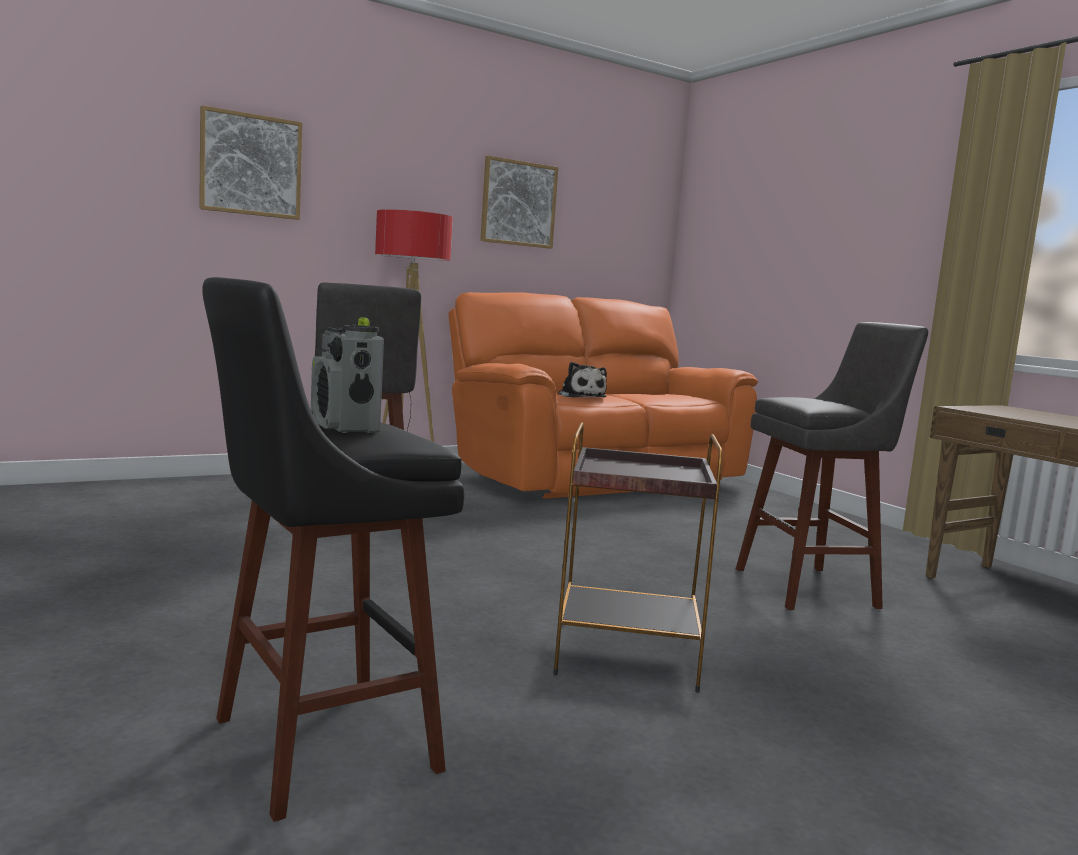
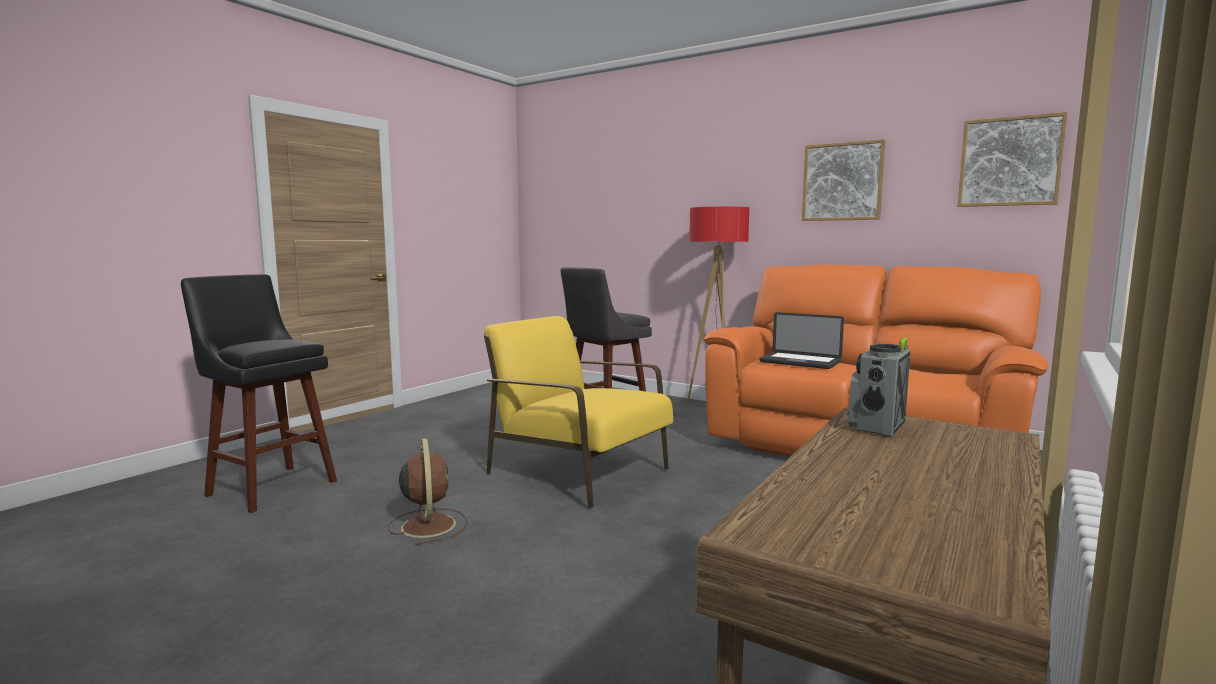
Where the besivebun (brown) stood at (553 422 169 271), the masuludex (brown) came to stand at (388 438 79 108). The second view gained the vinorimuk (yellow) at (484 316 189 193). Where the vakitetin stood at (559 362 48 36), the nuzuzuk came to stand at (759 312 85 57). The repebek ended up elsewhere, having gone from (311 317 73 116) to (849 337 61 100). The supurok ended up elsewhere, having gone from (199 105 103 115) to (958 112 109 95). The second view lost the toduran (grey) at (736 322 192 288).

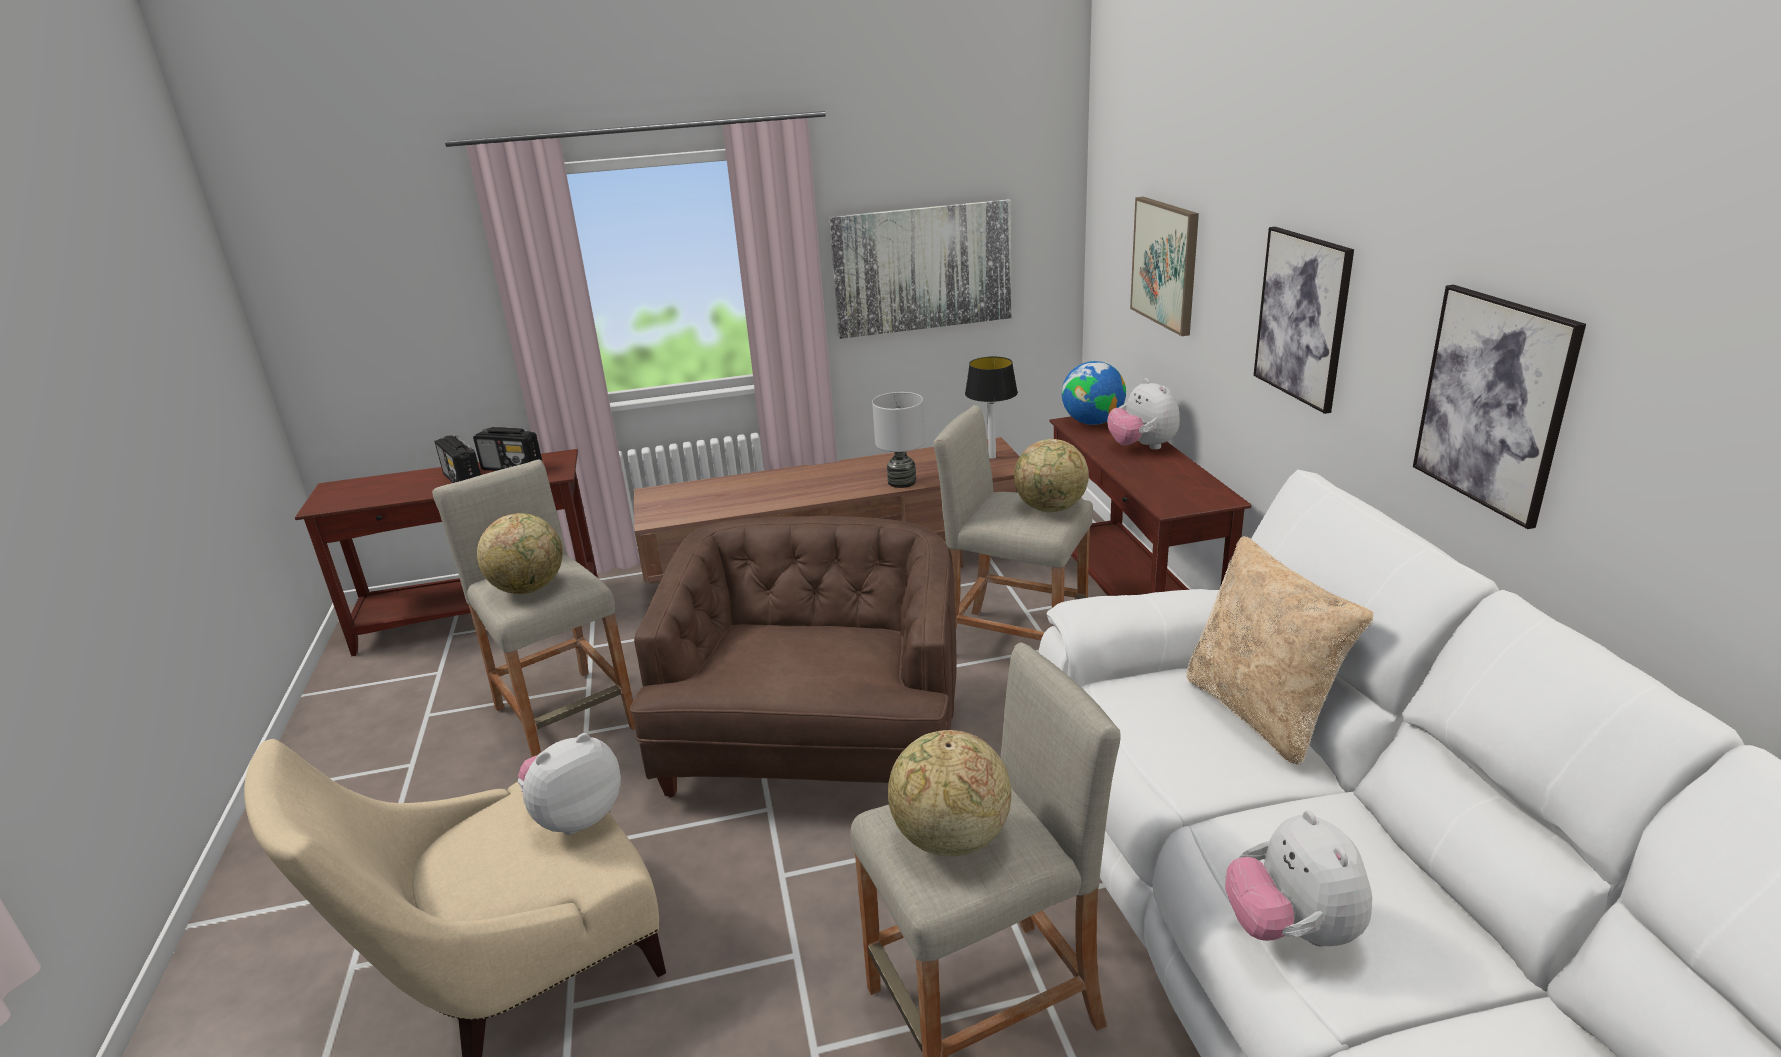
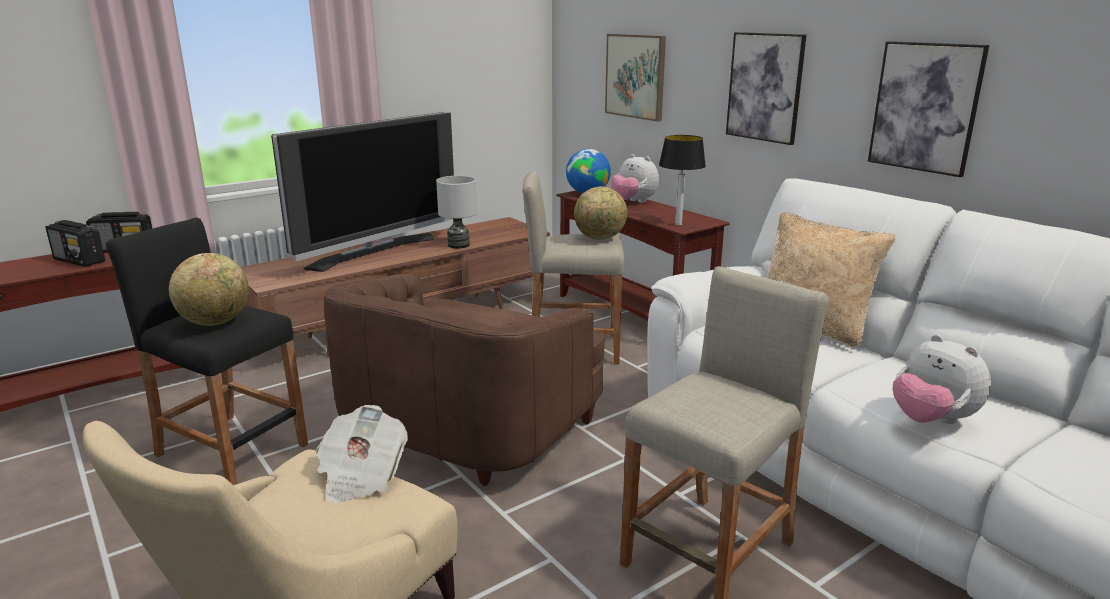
What was the toduran (beige) at (432 459 203 298) turned into the toduran (black) at (106 217 202 268). The second view gained the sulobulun at (271 112 183 160). Where the vakitetin stood at (518 733 103 102), the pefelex came to stand at (316 405 92 98). The vinorimuk (brown) at (630 516 327 281) ended up facing another way, 135 degrees counterclockwise from before. The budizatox ended up elsewhere, having gone from (965 357 53 102) to (659 135 47 91). The second view lost the supurok at (829 199 182 140). The second view lost the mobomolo at (888 730 123 126).

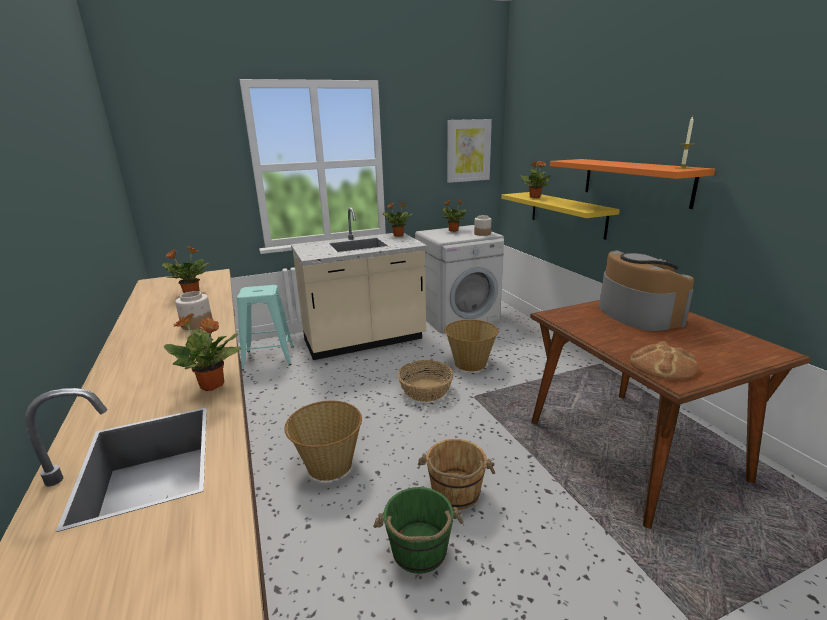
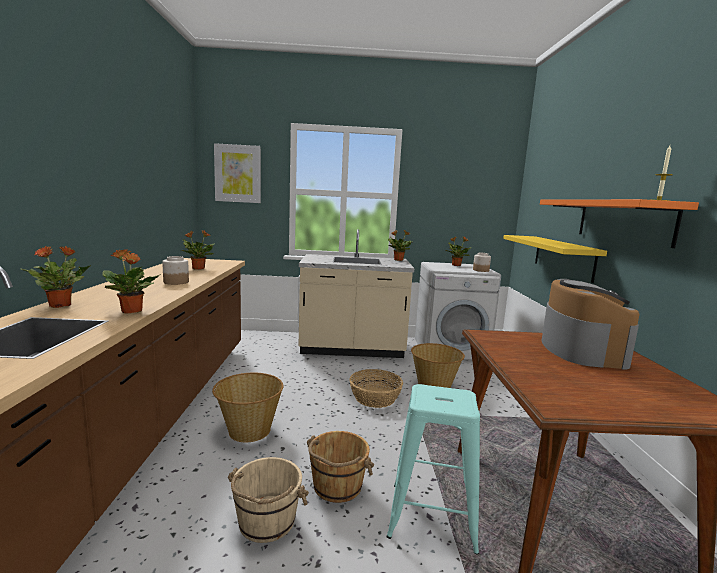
The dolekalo ended up elsewhere, having gone from (520 161 31 37) to (20 246 71 62). The supurok ended up elsewhere, having gone from (447 119 45 64) to (214 143 47 60). What was the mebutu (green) at (373 487 90 87) turned into the mebutu (beige) at (228 457 81 86). The toduran (turquoise) ended up elsewhere, having gone from (237 285 57 86) to (386 384 94 171). The second view lost the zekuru at (630 341 68 39).

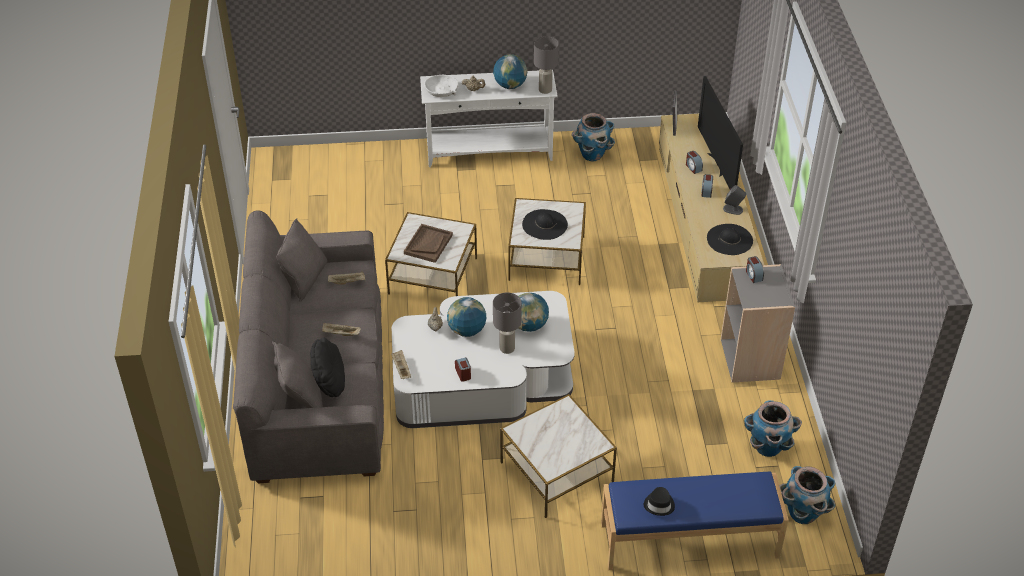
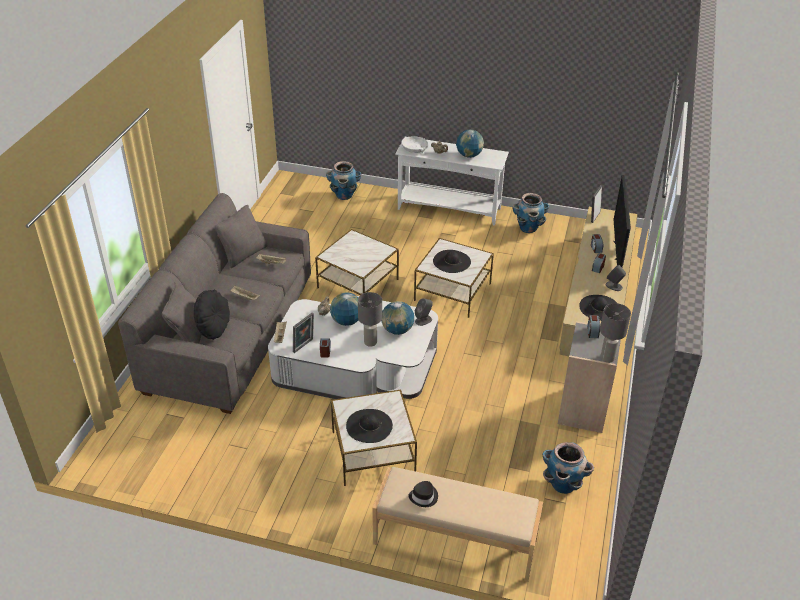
The second view gained the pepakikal at (293 313 21 40). The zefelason ended up elsewhere, having gone from (780 466 56 58) to (326 161 35 39). The second view gained the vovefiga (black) at (346 409 47 34). What was the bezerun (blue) at (601 472 188 98) turned into the bezerun (beige) at (372 467 171 115). The second view gained the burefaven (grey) at (415 298 18 28). The budizatox (grey) ended up elsewhere, having gone from (534 36 25 58) to (600 303 31 59). The second view lost the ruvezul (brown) at (404 224 49 39).

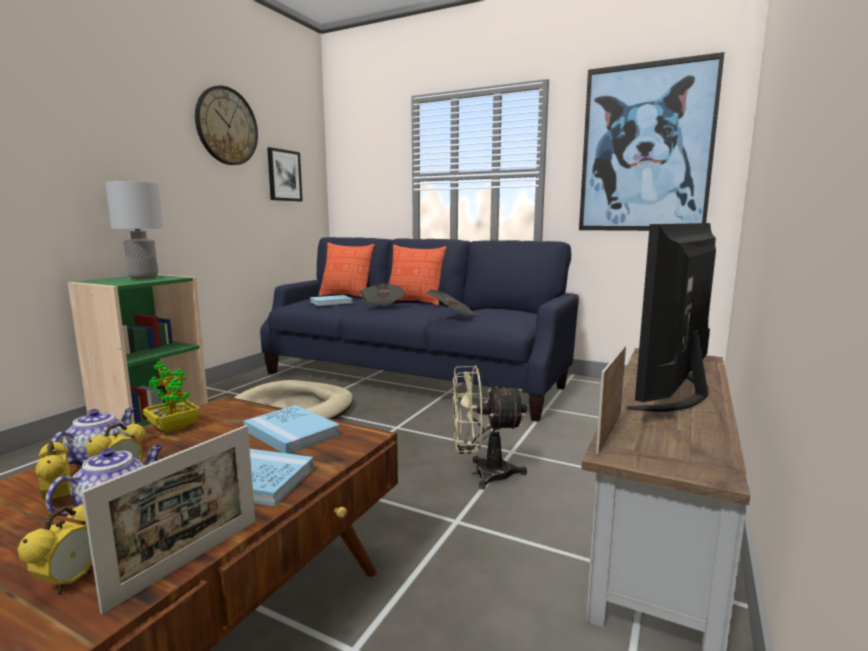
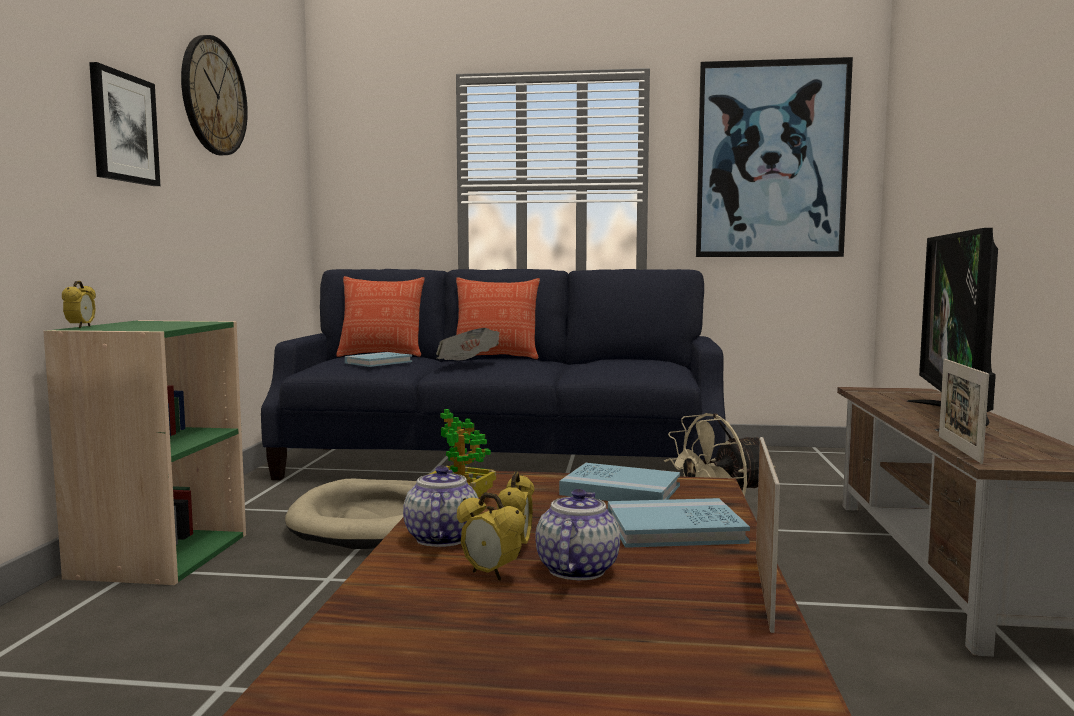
The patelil ended up elsewhere, having gone from (18 504 74 91) to (62 281 34 47). The supurok ended up elsewhere, having gone from (267 147 36 54) to (89 62 71 124). The second view lost the budizatox (grey) at (105 181 58 98). The second view lost the pefelex at (426 290 52 25).

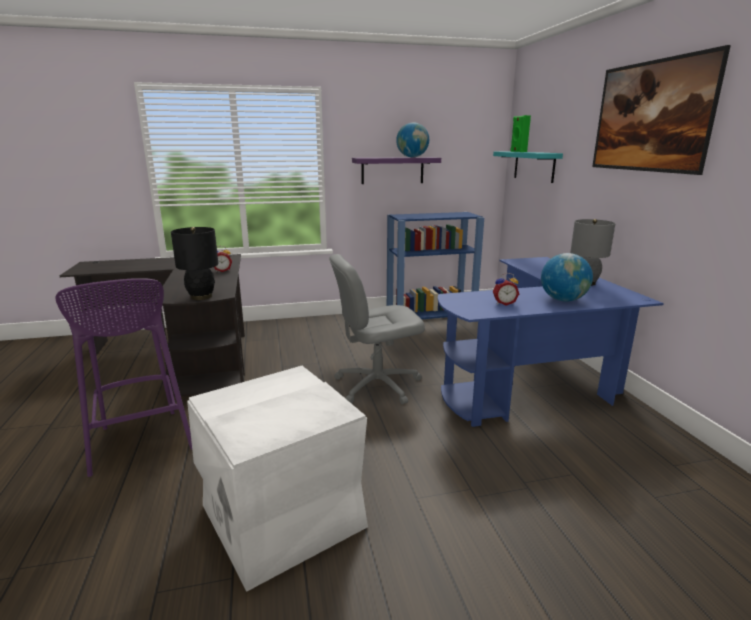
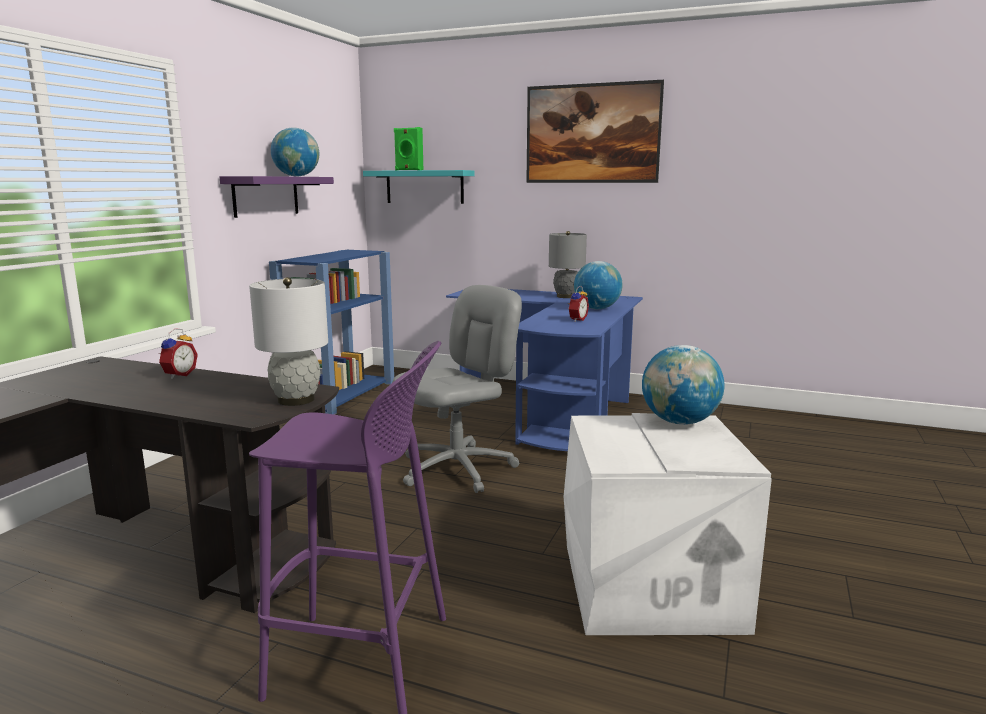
What was the budizatox (black) at (171 227 48 73) turned into the budizatox (white) at (249 277 79 129). The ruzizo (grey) at (329 254 96 151) ended up facing another way, 150 degrees counterclockwise from before. The second view gained the mobomolo at (642 345 82 80).

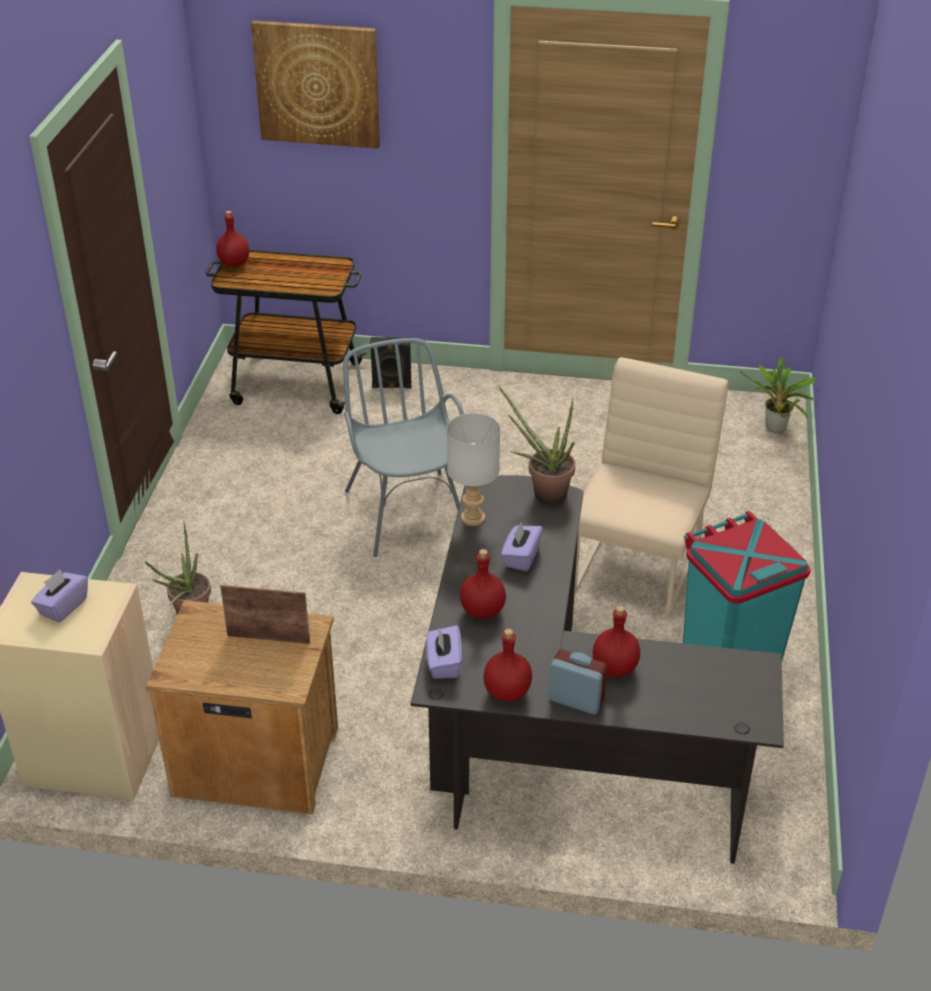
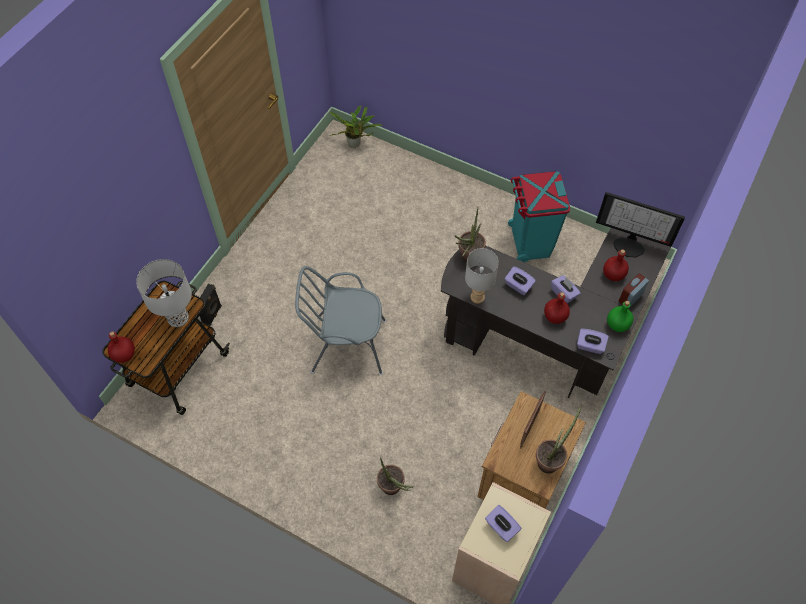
The second view gained the budizatox (white) at (136 259 56 68). The second view gained the dolekalo at (536 404 46 69). The second view gained the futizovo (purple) at (551 275 30 29). The second view gained the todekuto at (596 192 89 66). What was the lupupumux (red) at (483 629 49 73) turned into the lupupumux (green) at (607 301 27 31). The second view lost the supurok at (251 20 129 128). The second view lost the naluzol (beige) at (574 357 154 262).

